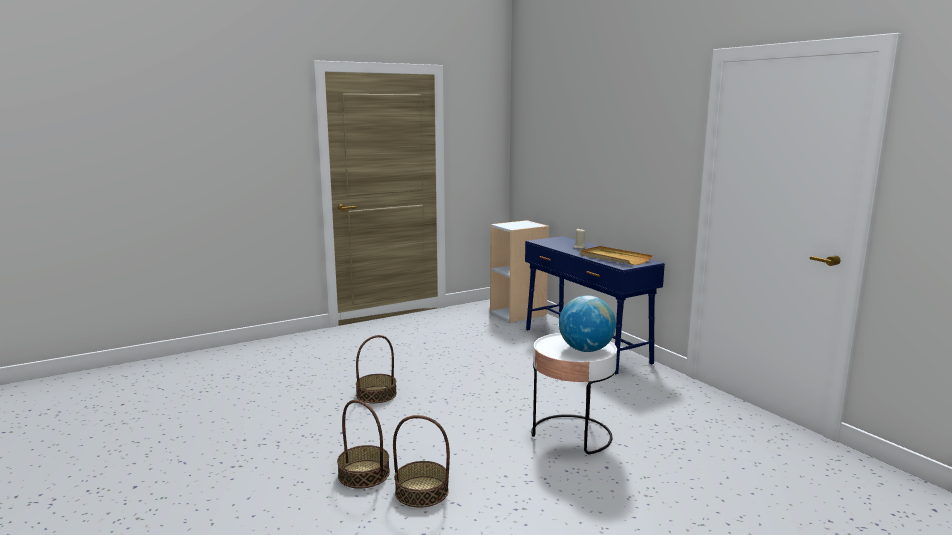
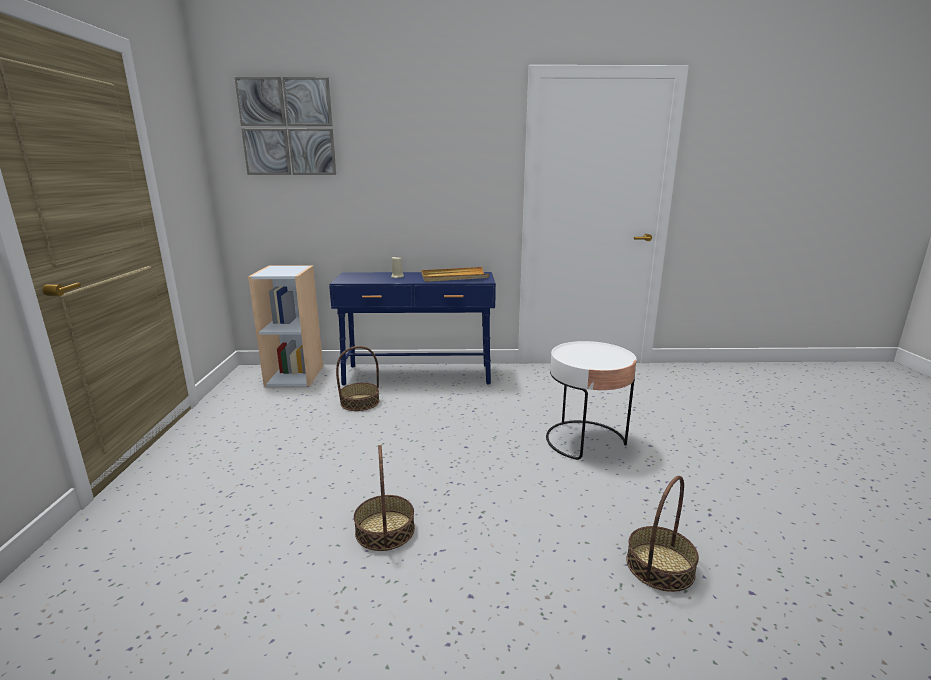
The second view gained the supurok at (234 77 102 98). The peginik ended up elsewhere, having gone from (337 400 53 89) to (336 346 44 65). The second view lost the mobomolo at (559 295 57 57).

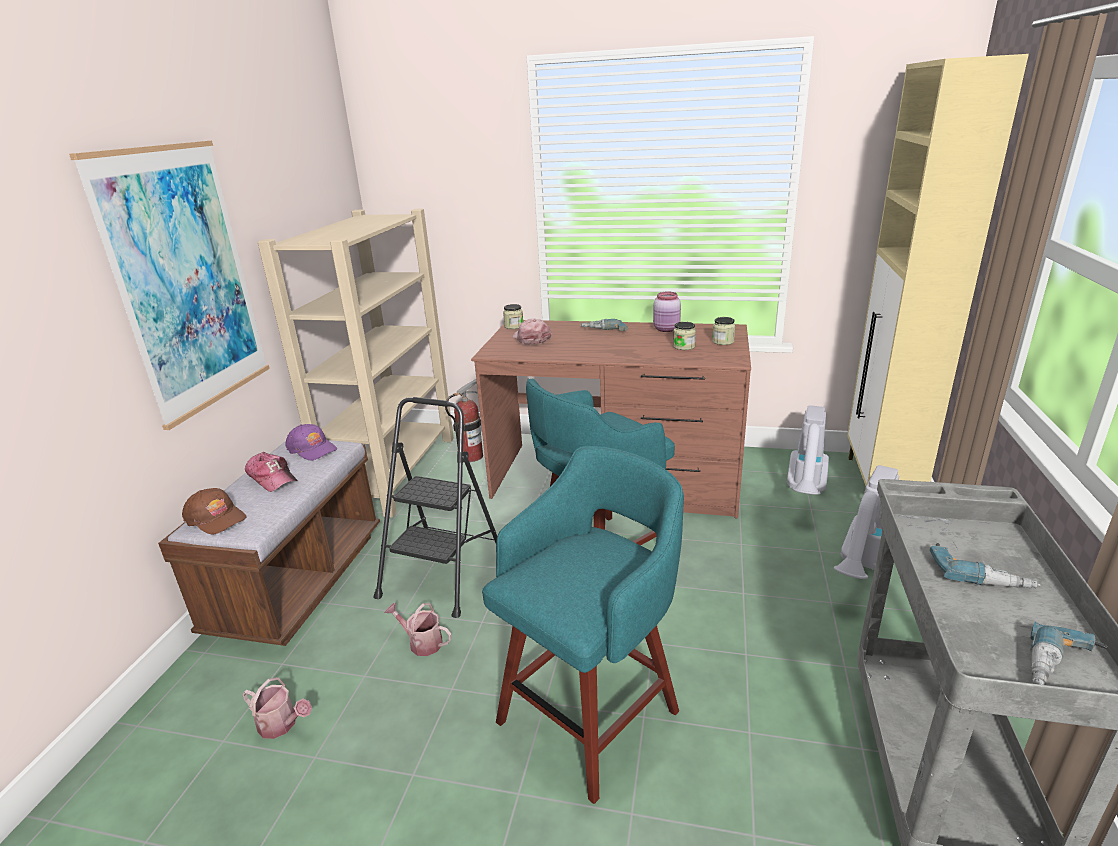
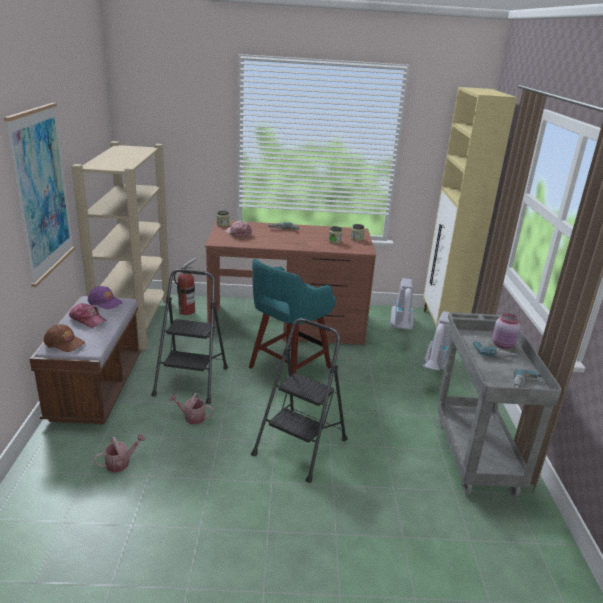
The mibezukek at (242 677 70 62) ended up facing another way, 45 degrees counterclockwise from before. Where the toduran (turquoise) stood at (482 446 202 358), the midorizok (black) came to stand at (251 318 97 165). The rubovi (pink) ended up elsewhere, having gone from (653 292 28 40) to (492 313 28 36).

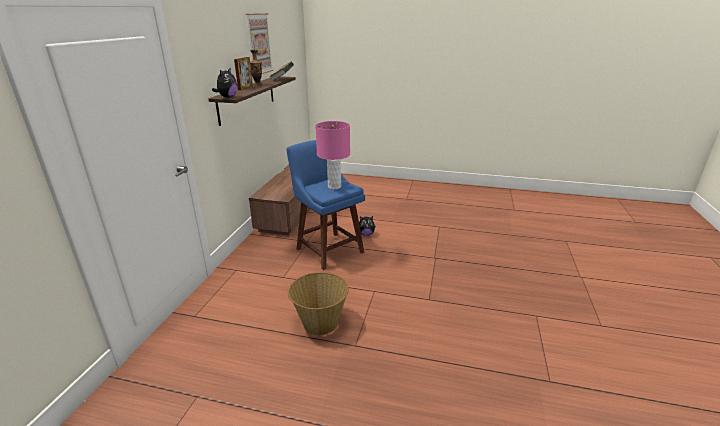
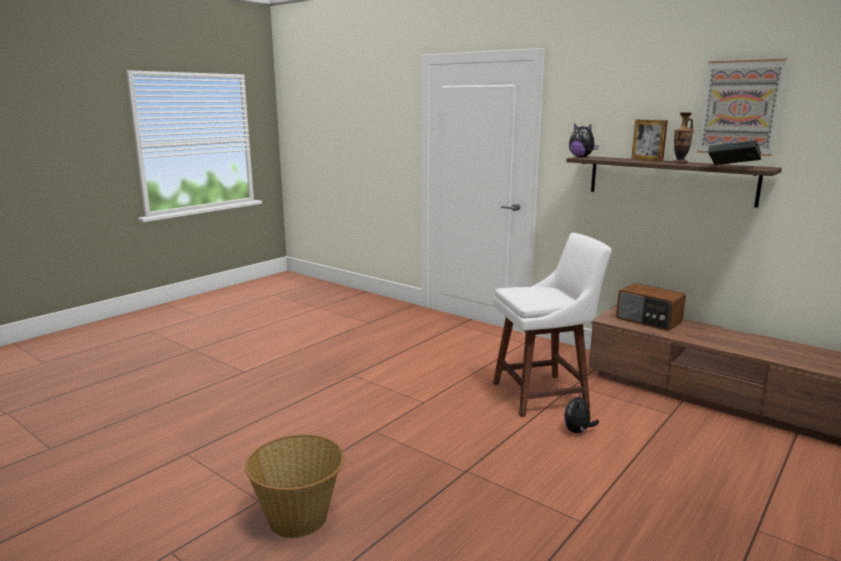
The peginik ended up elsewhere, having gone from (288 272 61 63) to (245 434 100 104). What was the toduran (blue) at (286 140 79 130) turned into the toduran (white) at (493 233 119 184). The second view gained the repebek at (616 283 70 48). The second view lost the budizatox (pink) at (315 121 35 68).

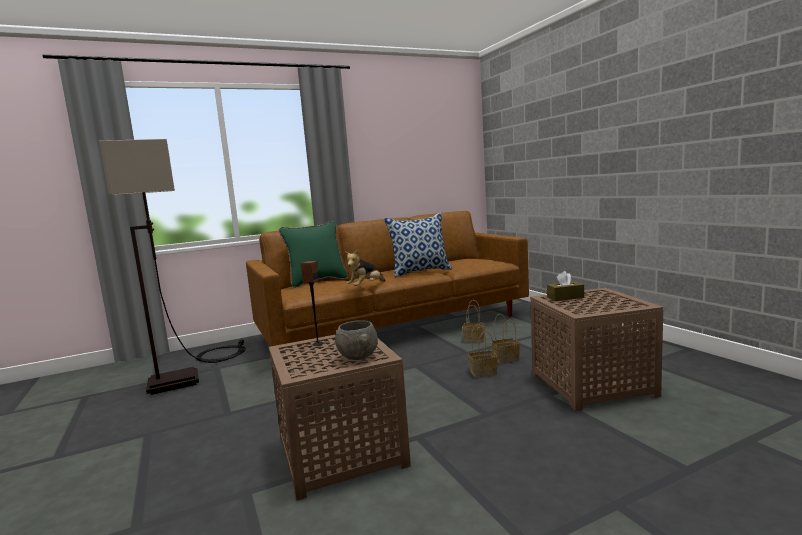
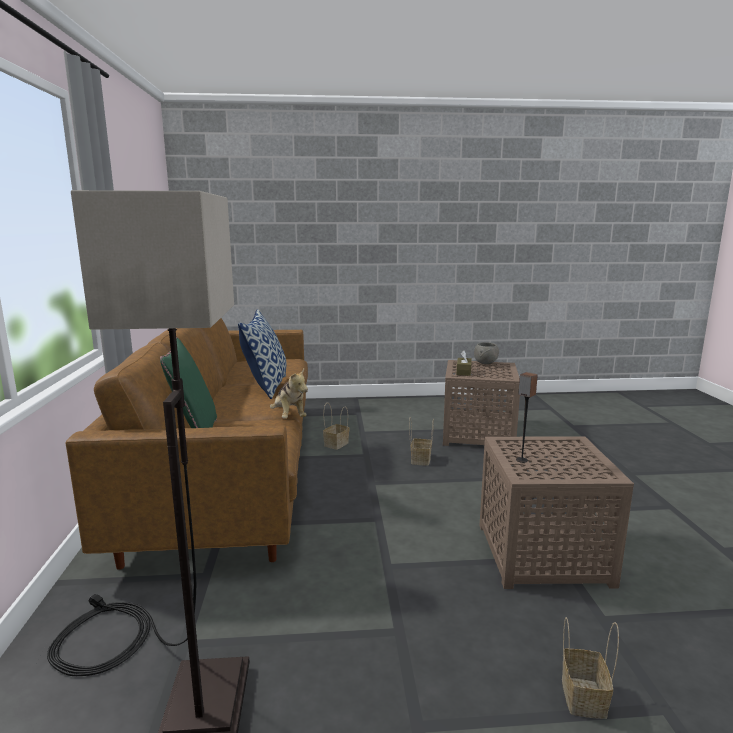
The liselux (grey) ended up elsewhere, having gone from (335 320 43 40) to (474 342 25 22). The peginik ended up elsewhere, having gone from (491 314 29 49) to (562 617 57 102).

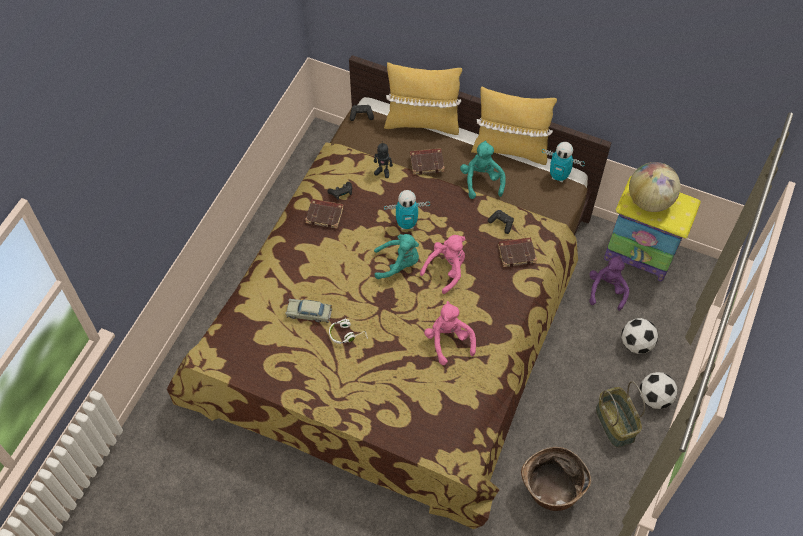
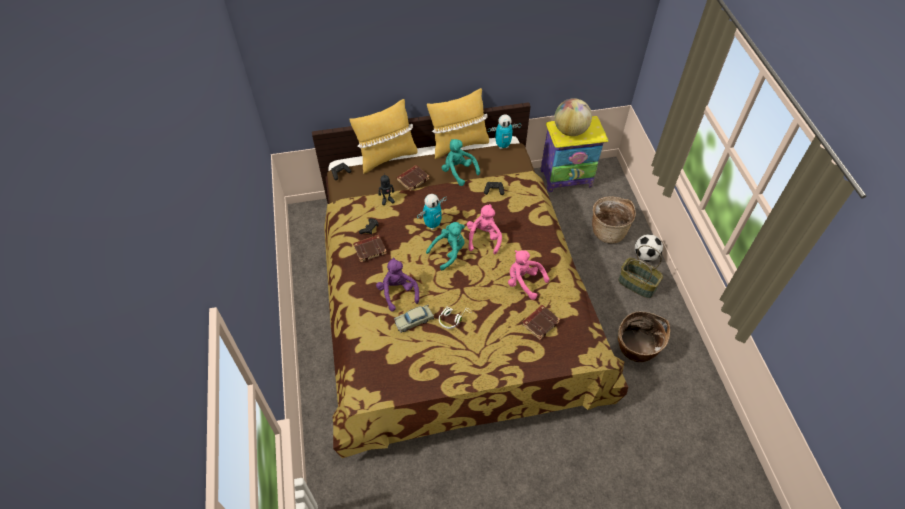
The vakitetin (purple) ended up elsewhere, having gone from (589 255 40 56) to (376 258 43 54). The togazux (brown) ended up elsewhere, having gone from (498 238 39 29) to (522 305 38 35). Where the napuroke stood at (621 318 37 36), the peginik came to stand at (592 197 44 46).

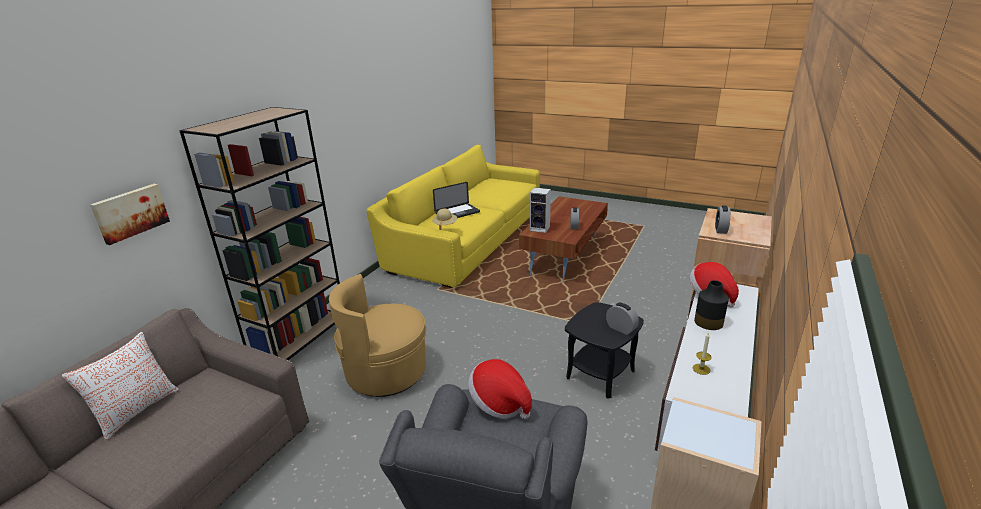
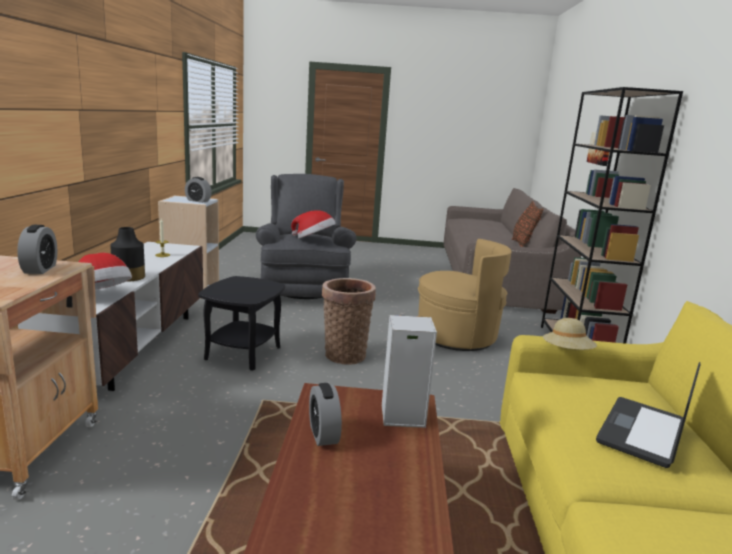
The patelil ended up elsewhere, having gone from (606 303 33 32) to (185 177 27 26). The second view gained the peginik at (322 278 54 86). The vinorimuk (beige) at (329 274 97 123) ended up facing another way, 45 degrees clockwise from before. What was the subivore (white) at (62 332 117 108) turned into the subivore (brown) at (512 201 31 46).

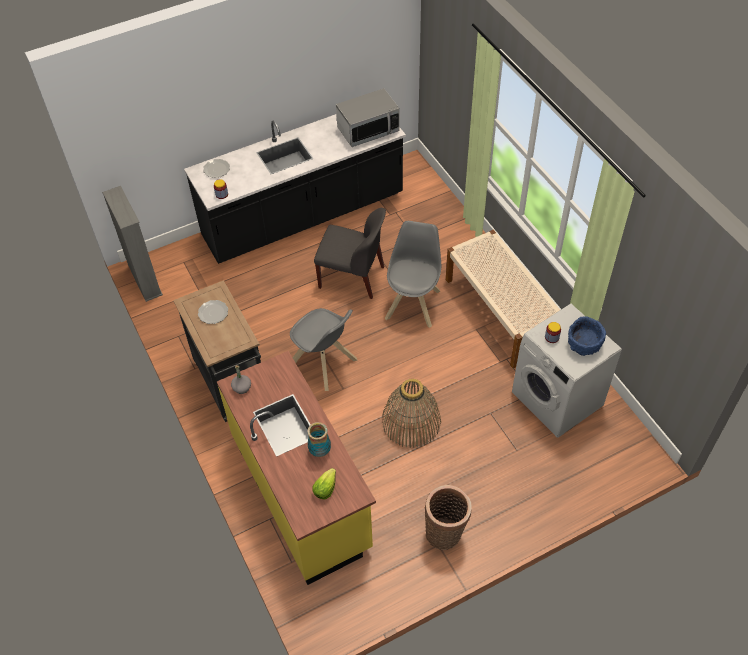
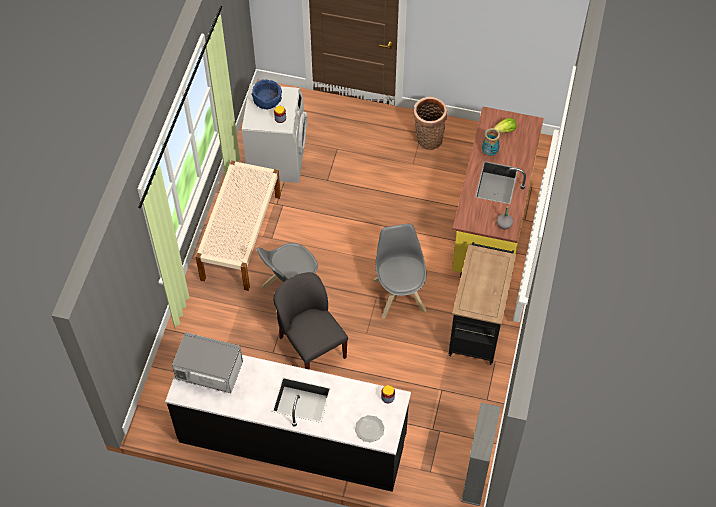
The second view lost the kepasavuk at (198 300 30 24). The second view lost the peginik at (382 379 59 69).

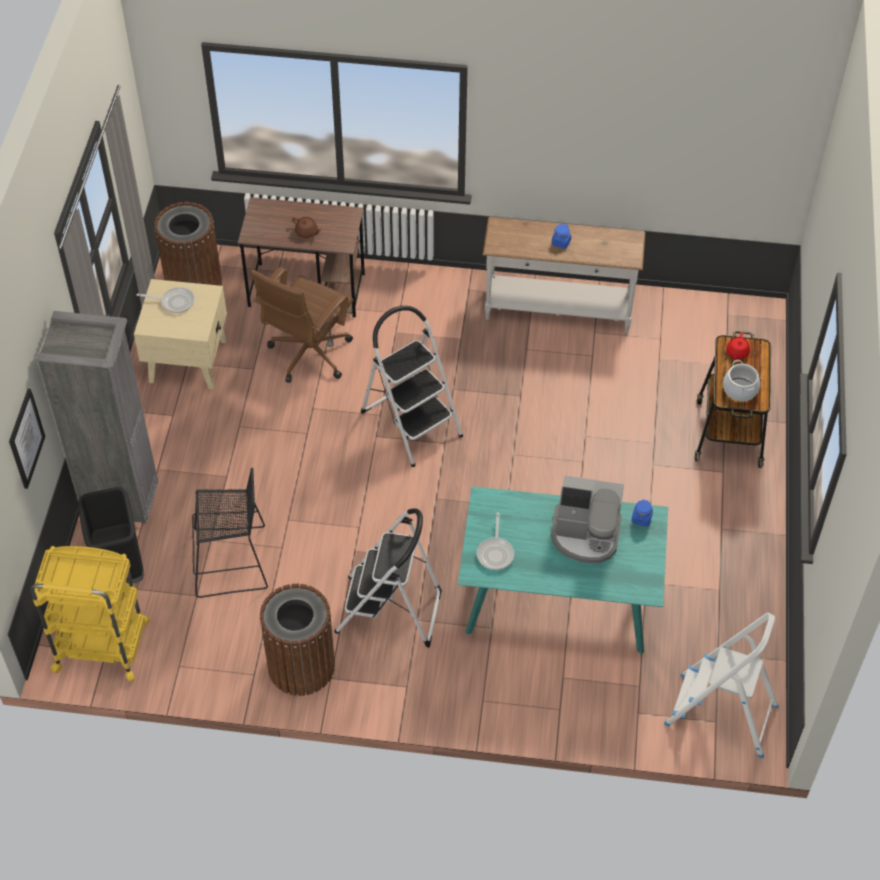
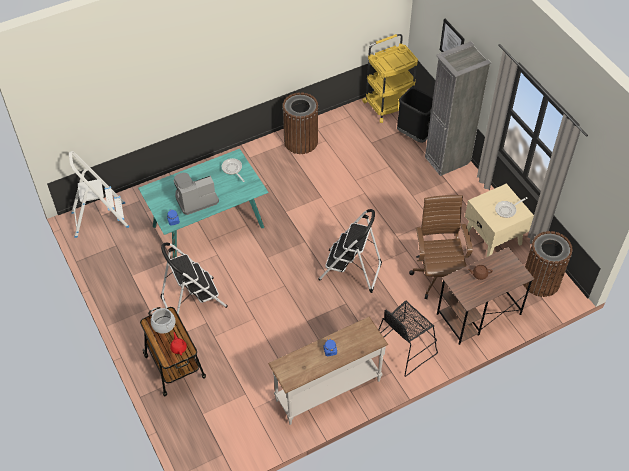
The midorizok ended up elsewhere, having gone from (334 508 108 140) to (161 243 67 82). The toduran (black) ended up elsewhere, having gone from (192 468 76 130) to (379 301 59 76).

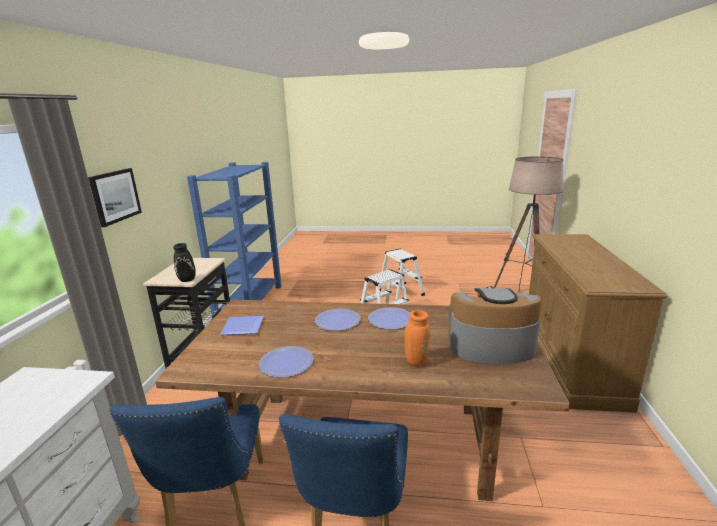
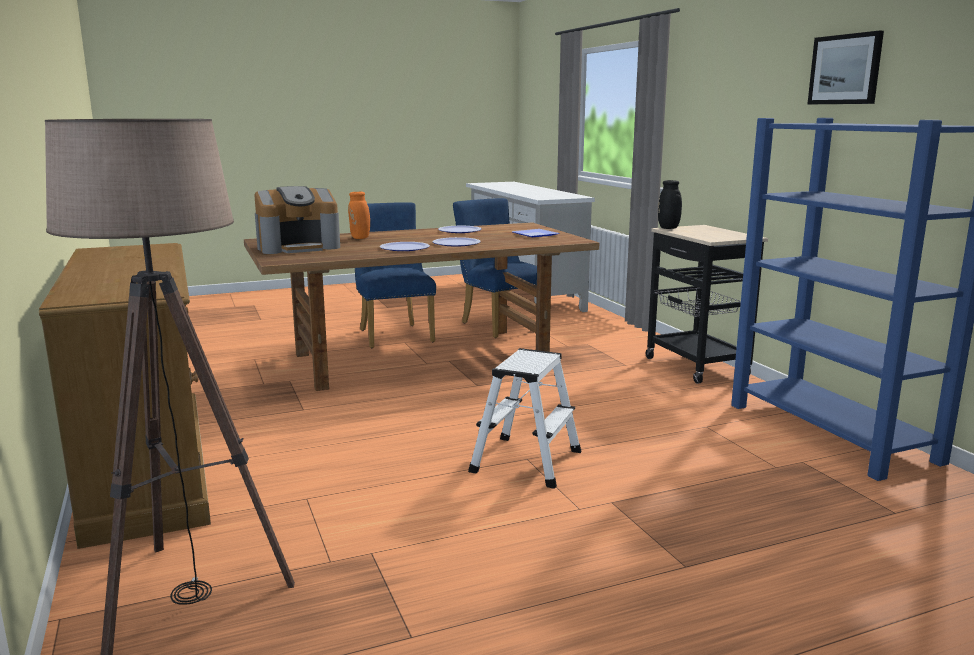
The supurok ended up elsewhere, having gone from (88 168 54 59) to (808 31 76 73). The second view lost the midorizok (white) at (380 249 45 51).

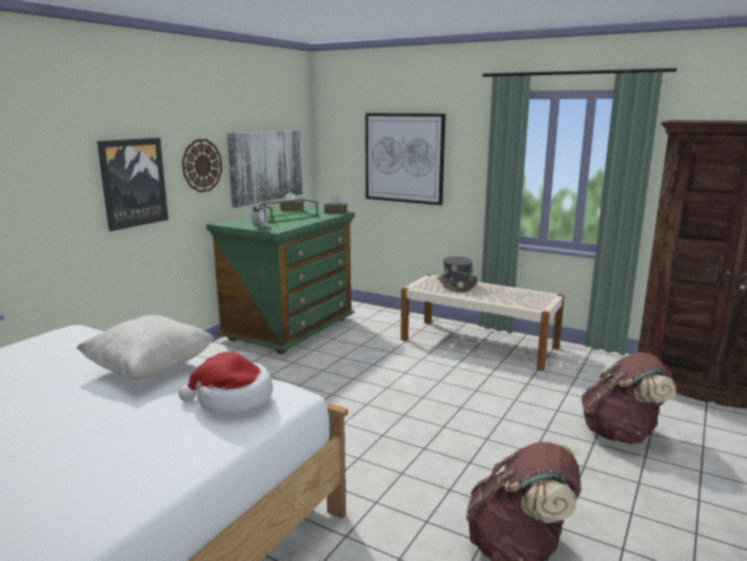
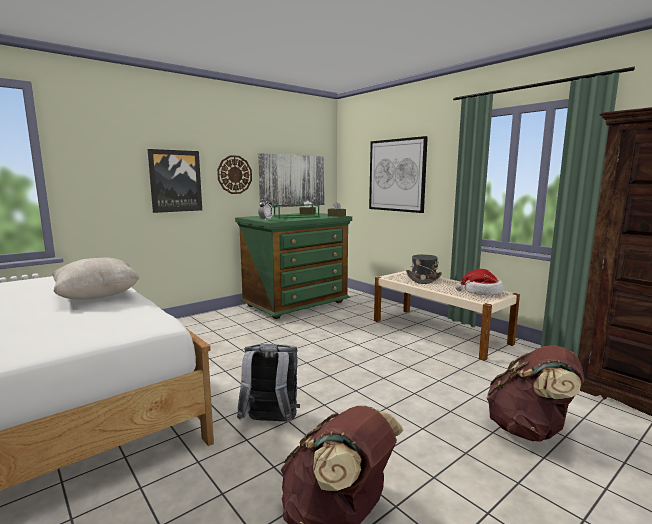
The second view gained the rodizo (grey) at (237 344 63 78). The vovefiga ended up elsewhere, having gone from (178 352 95 62) to (455 269 49 27).

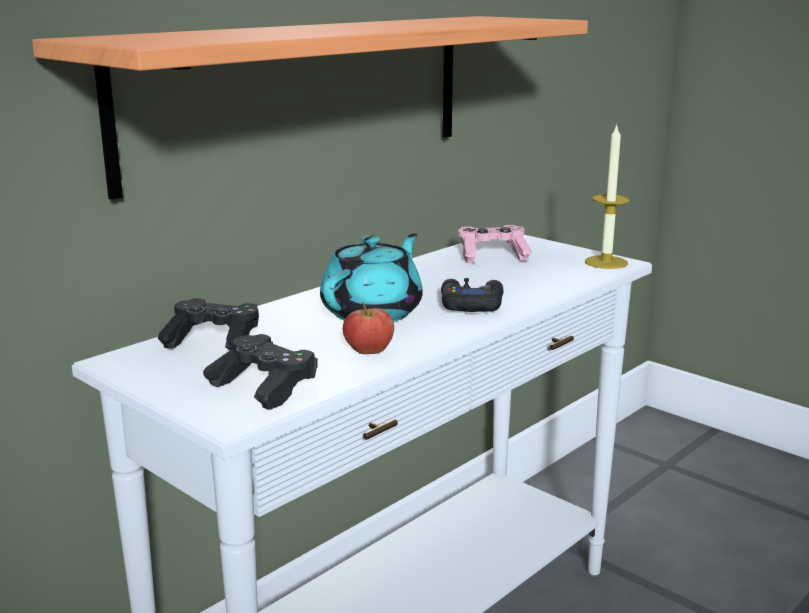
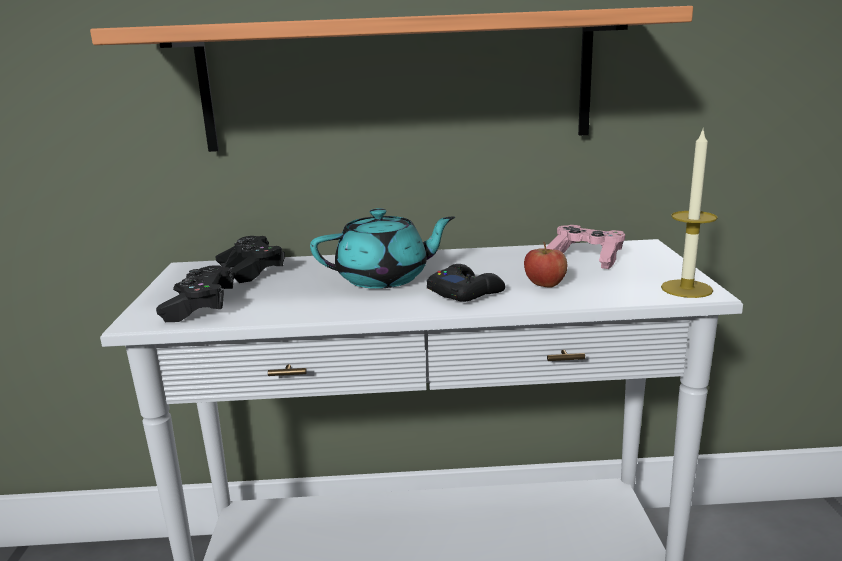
The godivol ended up elsewhere, having gone from (343 302 51 52) to (524 242 43 45).

